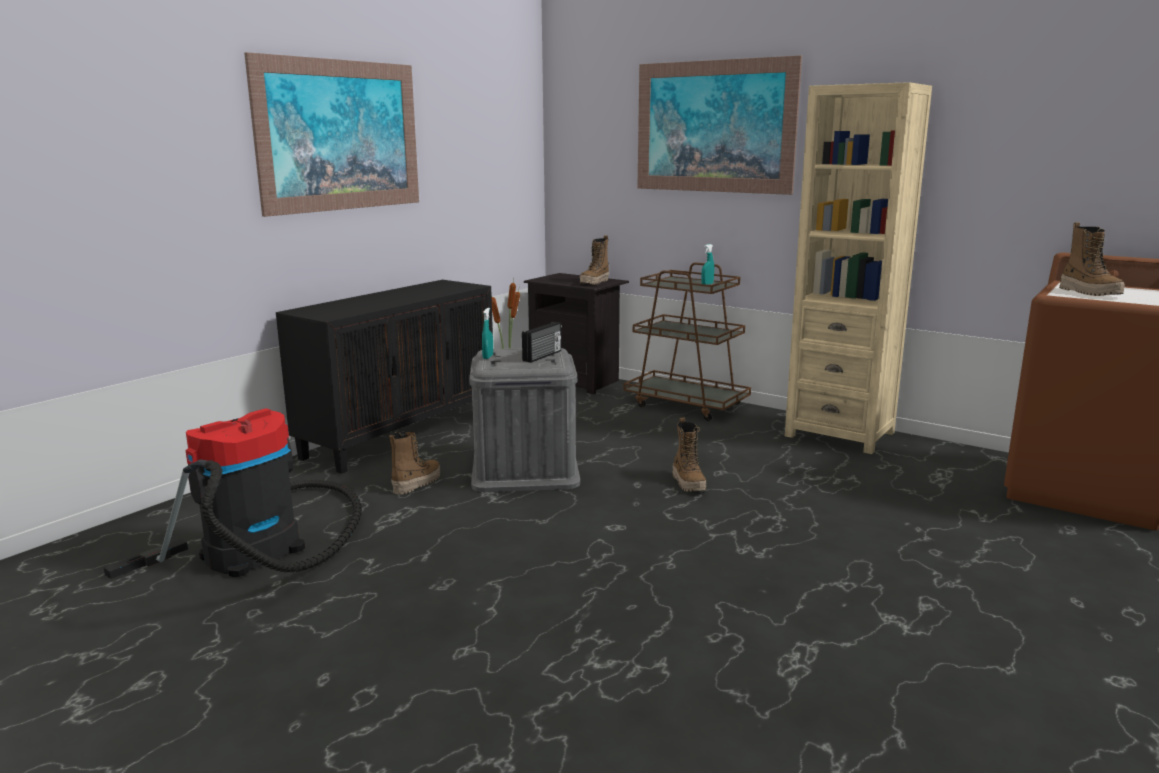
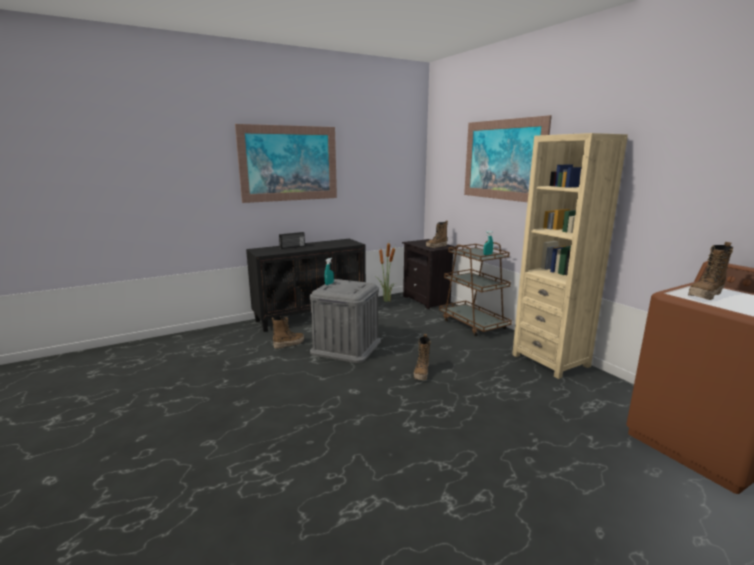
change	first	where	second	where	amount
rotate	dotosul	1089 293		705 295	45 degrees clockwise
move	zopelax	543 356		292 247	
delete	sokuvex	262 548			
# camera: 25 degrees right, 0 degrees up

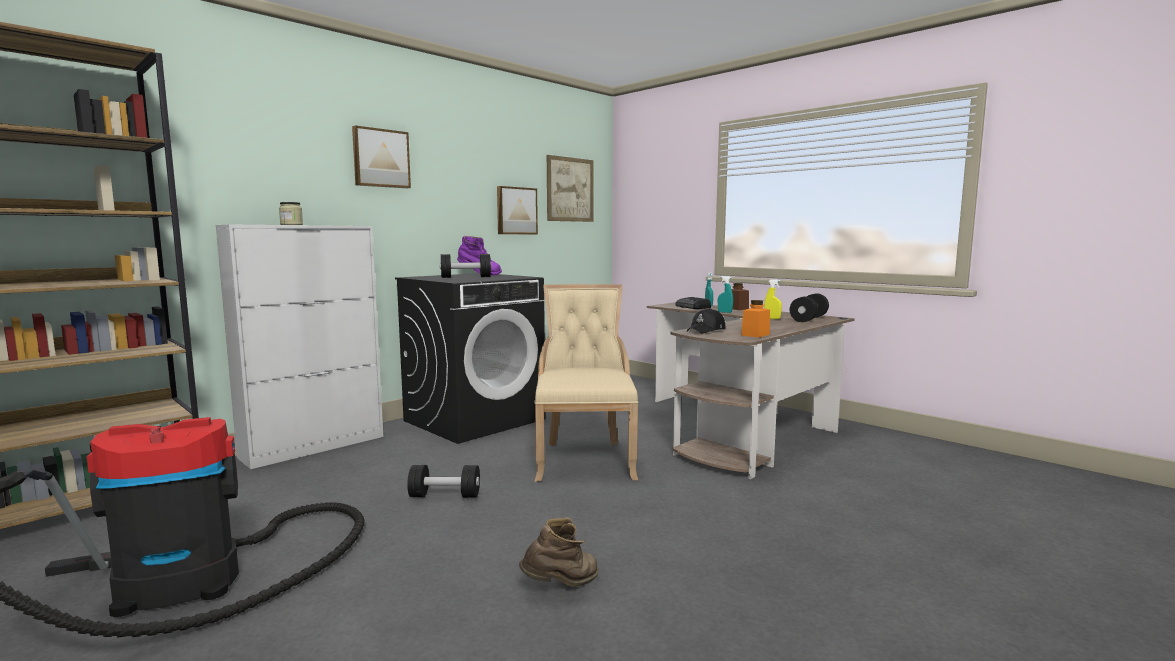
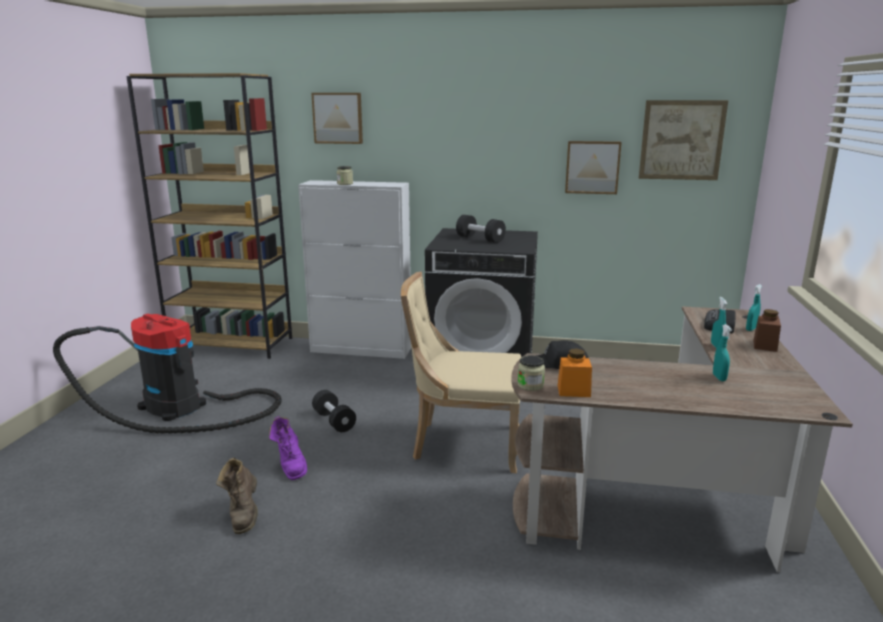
change	first	where	second	where	amount
move	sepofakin	380 158		338 118	
move	purple_dotosul	478 274		291 466	
recolor	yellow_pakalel	772 318	turquoise_pakalel	719 378	
rotate	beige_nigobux	584 459		463 444	135 degrees counterclockwise
delete	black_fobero	809 319			
rotate	brown_dotosul	562 586		243 515	60 degrees clockwise
insert			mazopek	530 385	
# camera: 55 degrees right, 10 degrees up

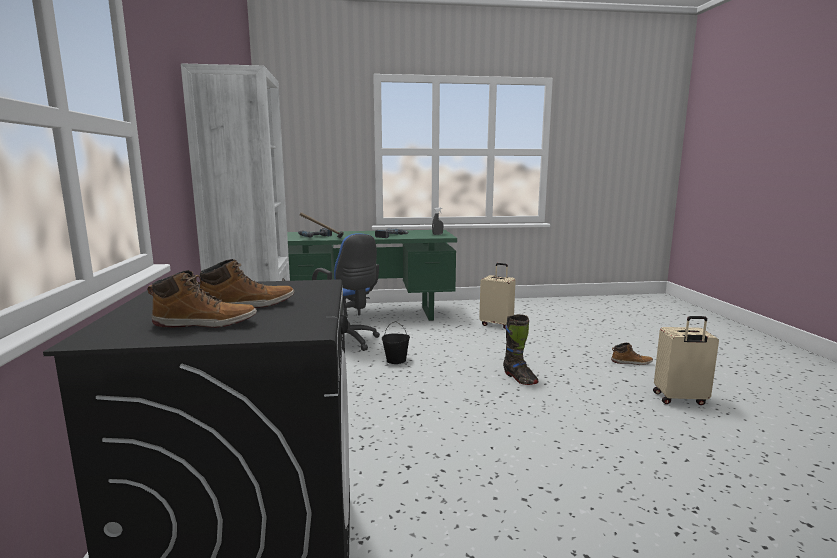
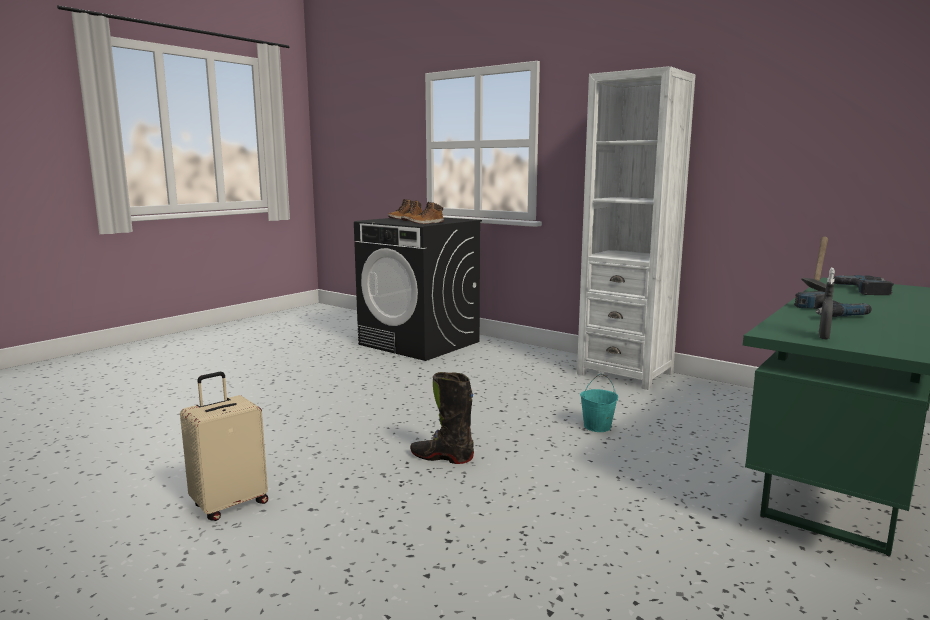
change	first	where	second	where	amount
delete	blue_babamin	347 342			
delete	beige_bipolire	497 324			
recolor	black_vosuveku	396 360	turquoise_vosuveku	597 427	
move	dotosul	631 362		426 223	
# camera: 135 degrees right, 0 degrees up

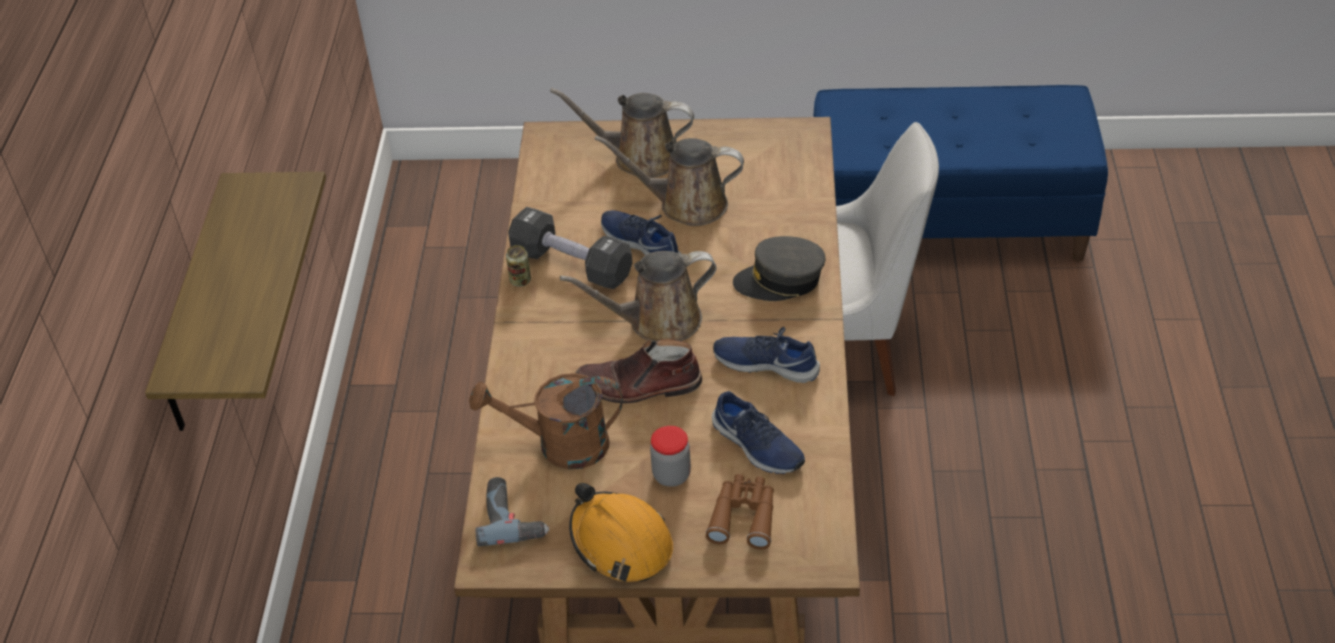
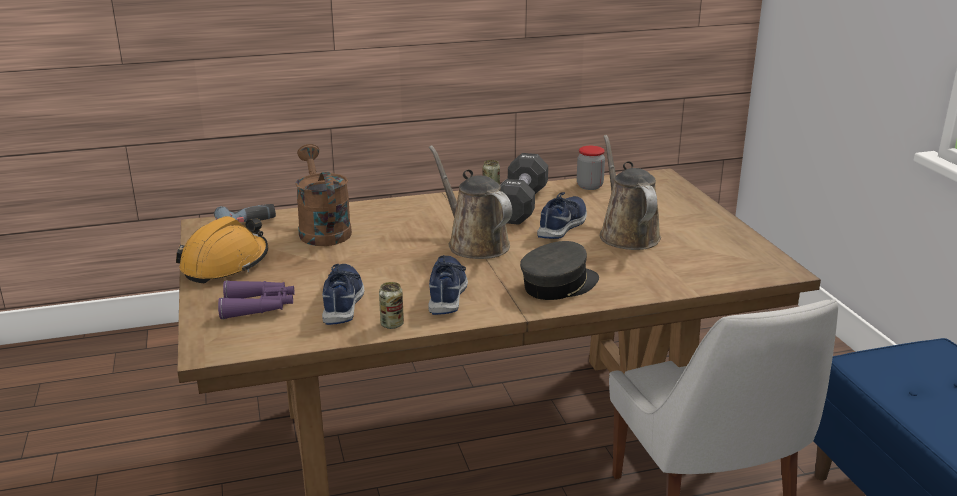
change	first	where	second	where	amount
delete	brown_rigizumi	639 158			
delete	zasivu	197 308			
rotate	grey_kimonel	780 281		559 285	75 degrees clockwise
delete	brown_dotosul	639 386			
rotate	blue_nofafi	756 446		343 301	150 degrees clockwise
move	mazopek	671 475		589 186	
recolor	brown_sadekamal	744 516	purple_sadekamal	259 307	
insert			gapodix	392 324	
# camera: 70 degrees right, 20 degrees down

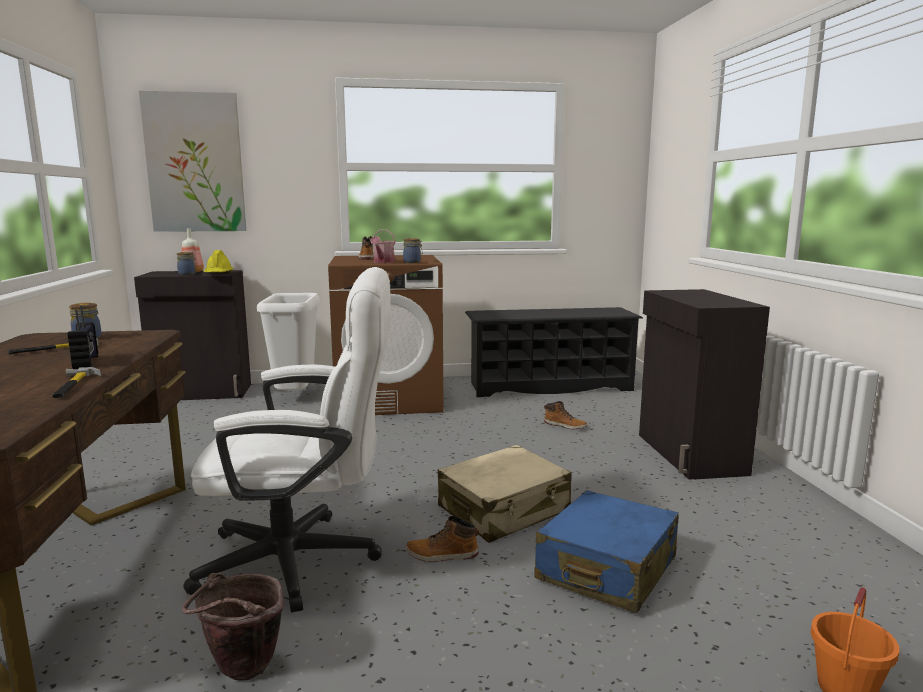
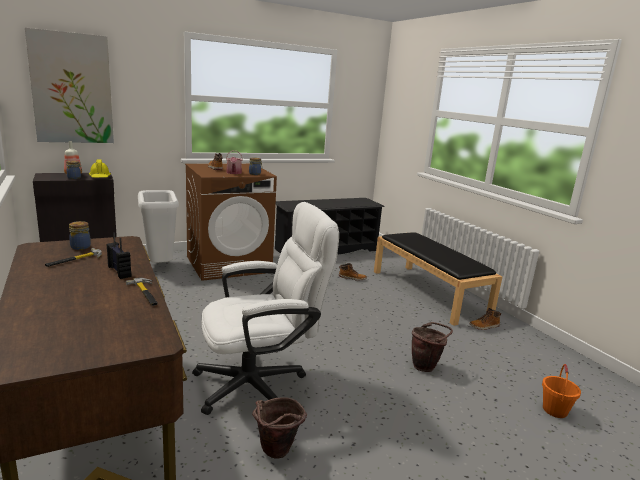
change	first	where	second	where	amount
replace	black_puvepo	689 454	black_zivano	429 292	
delete	beige_bipolire	504 510			
replace	blue_bipolire	606 569	brown_vosuveku	426 366	
move	dotosul	442 555		484 326	
# camera: 20 degrees left, 5 degrees up

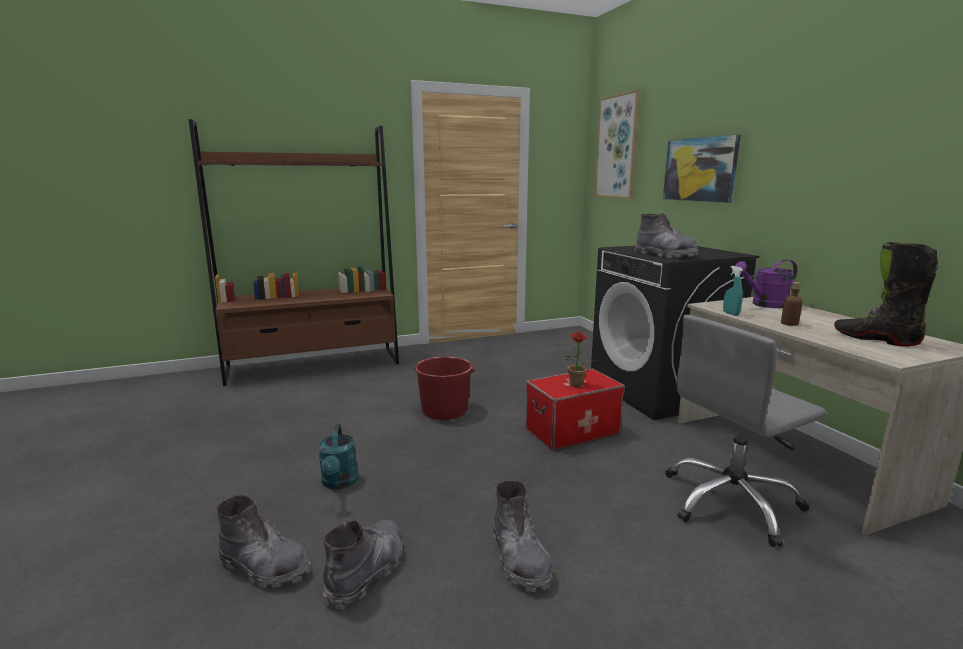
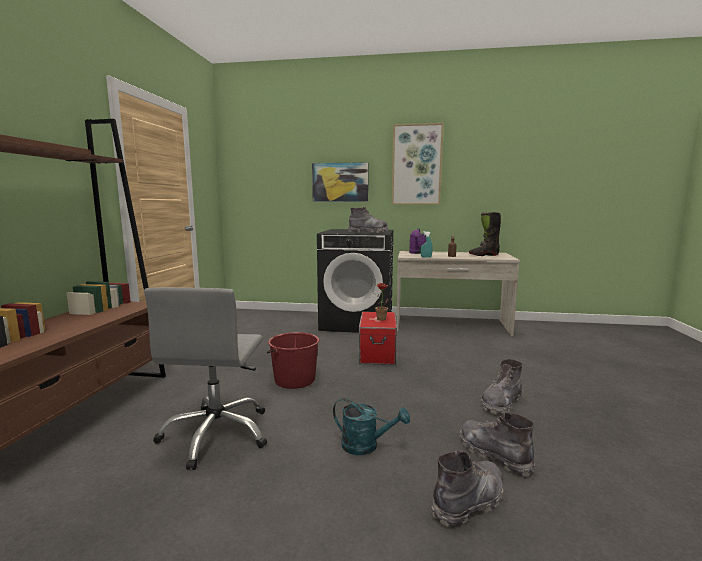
change	first	where	second	where	amount
move	sepofakin	617 147		416 165	
move	grey_babamin	731 502		217 434	
rotate	grey_dotosul	519 559		501 403	120 degrees clockwise
# camera: 60 degrees left, 5 degrees down

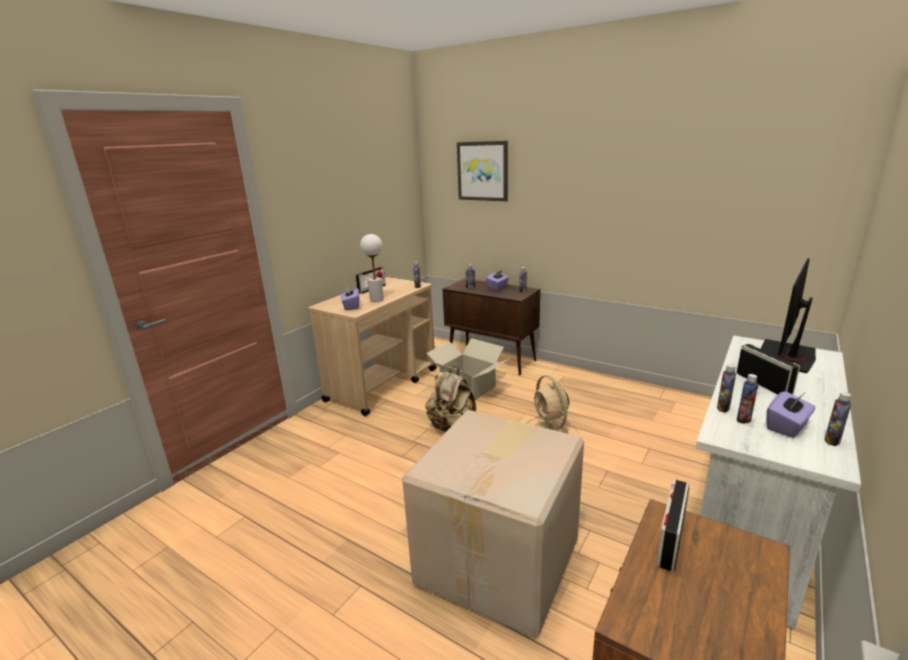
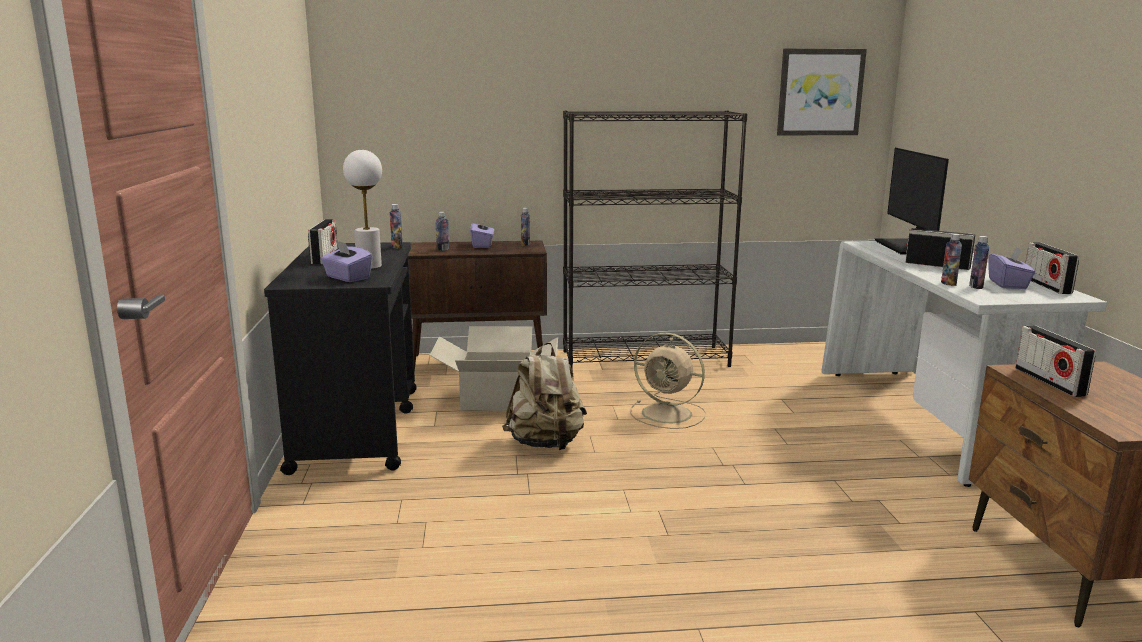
change	first	where	second	where	amount
move	sepofakin	483 171		820 92	
recolor	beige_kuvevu	383 384	black_kuvevu	358 428	
replace	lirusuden	832 440	zopelax	1046 285	
delete	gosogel	500 560			
insert			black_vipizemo	646 358	
# camera: 40 degrees left, 5 degrees down

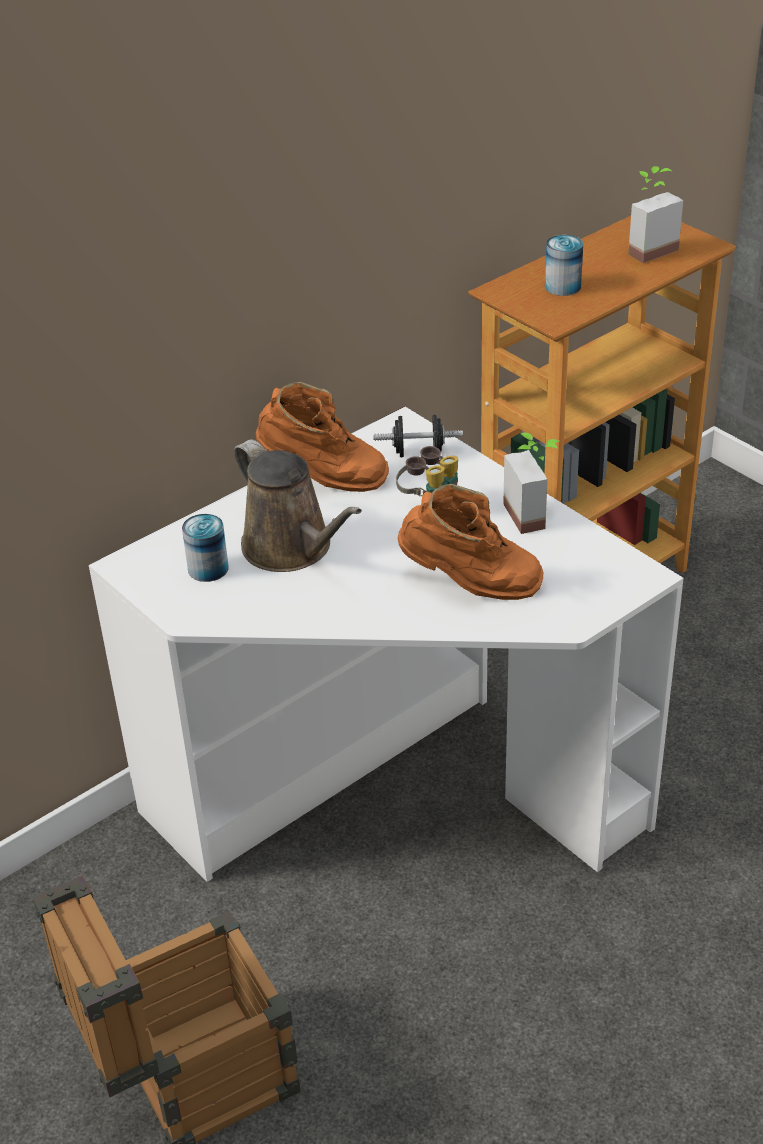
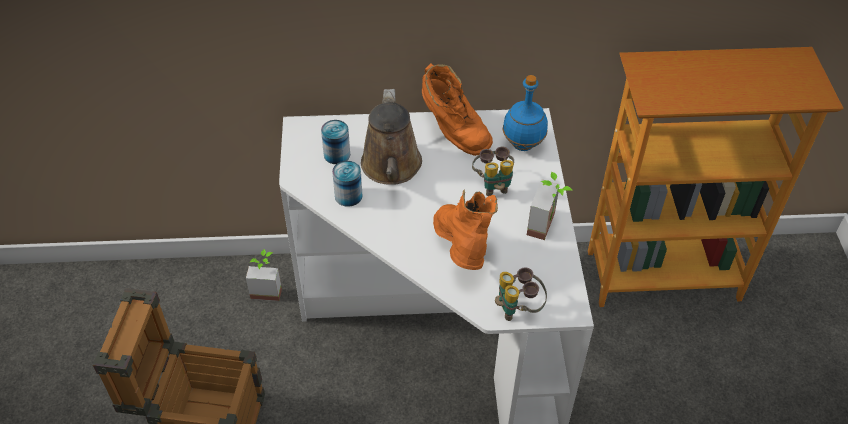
change	first	where	second	where	amount
move	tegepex	647 248		267 288	
move	gapodix	562 286		348 196	
replace	black_fobero	418 452	blue_lirusuden	523 144	
rotate	orange_dotosul	470 585		462 251	150 degrees counterclockwise
insert			sadekamal	518 308	
# camera: 35 degrees right, 10 degrees up

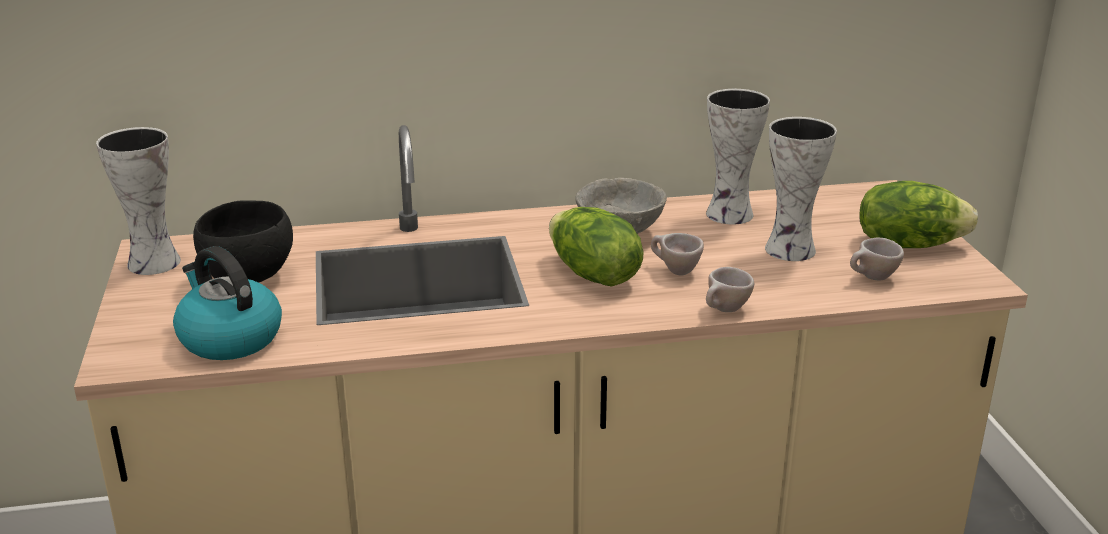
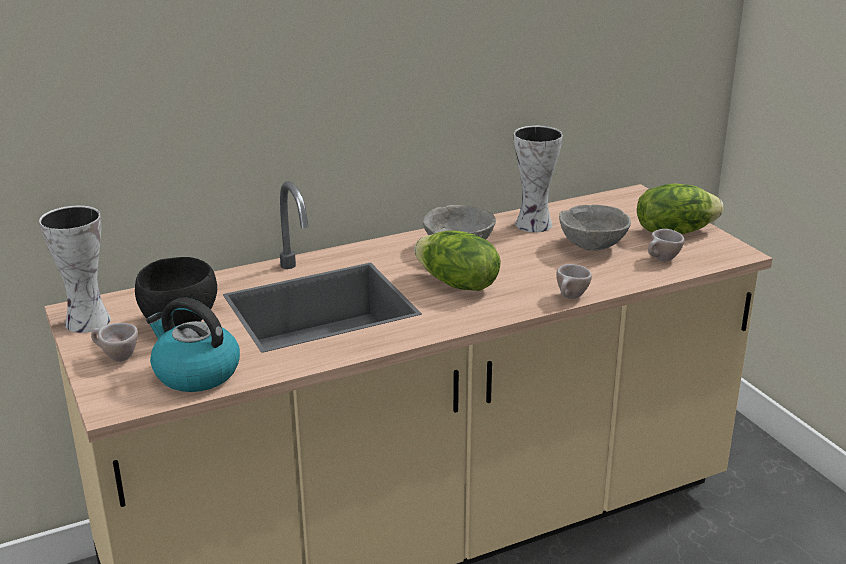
change	first	where	second	where	amount
replace	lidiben	788 250	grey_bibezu	591 247	
move	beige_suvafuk	674 271		115 357	
# camera: 15 degrees left, 0 degrees up

